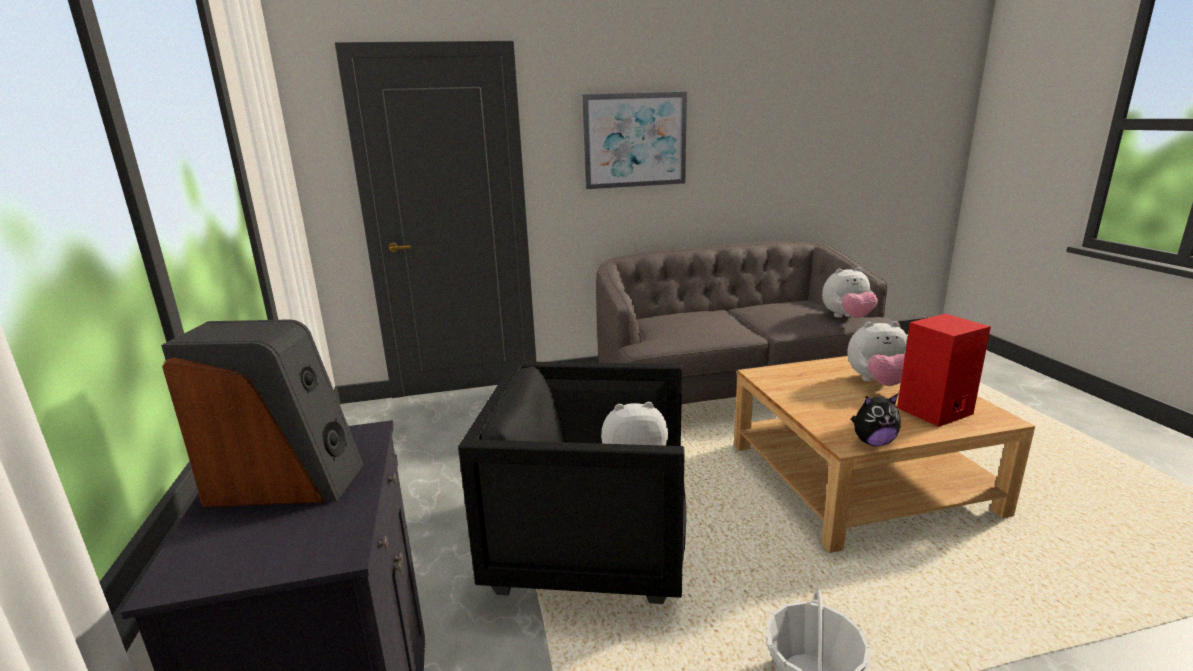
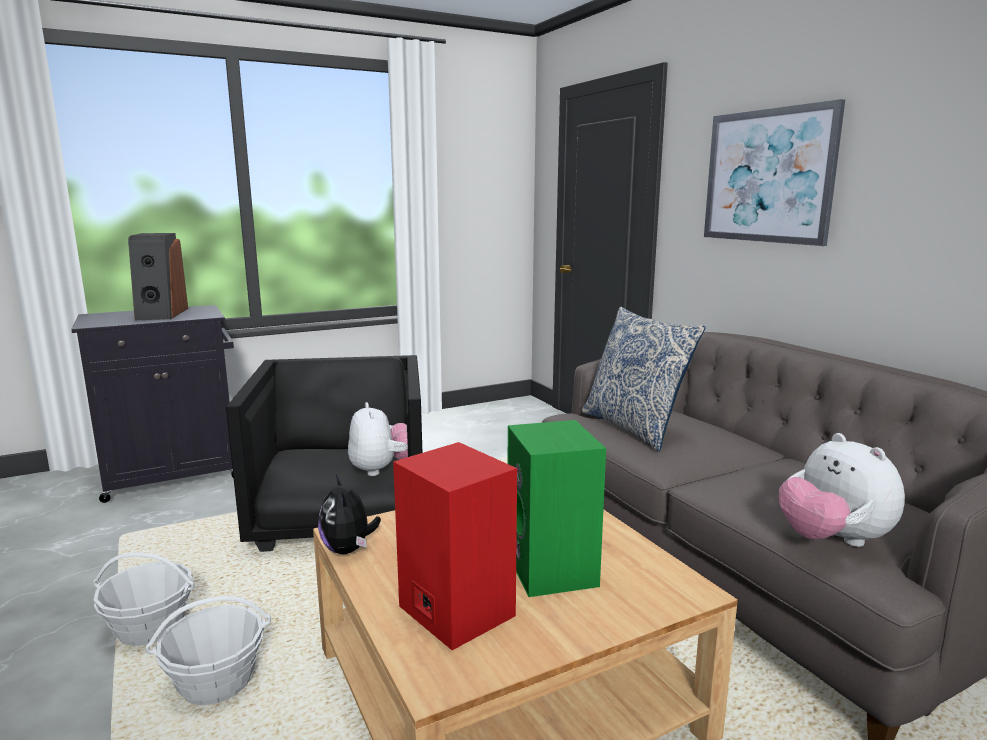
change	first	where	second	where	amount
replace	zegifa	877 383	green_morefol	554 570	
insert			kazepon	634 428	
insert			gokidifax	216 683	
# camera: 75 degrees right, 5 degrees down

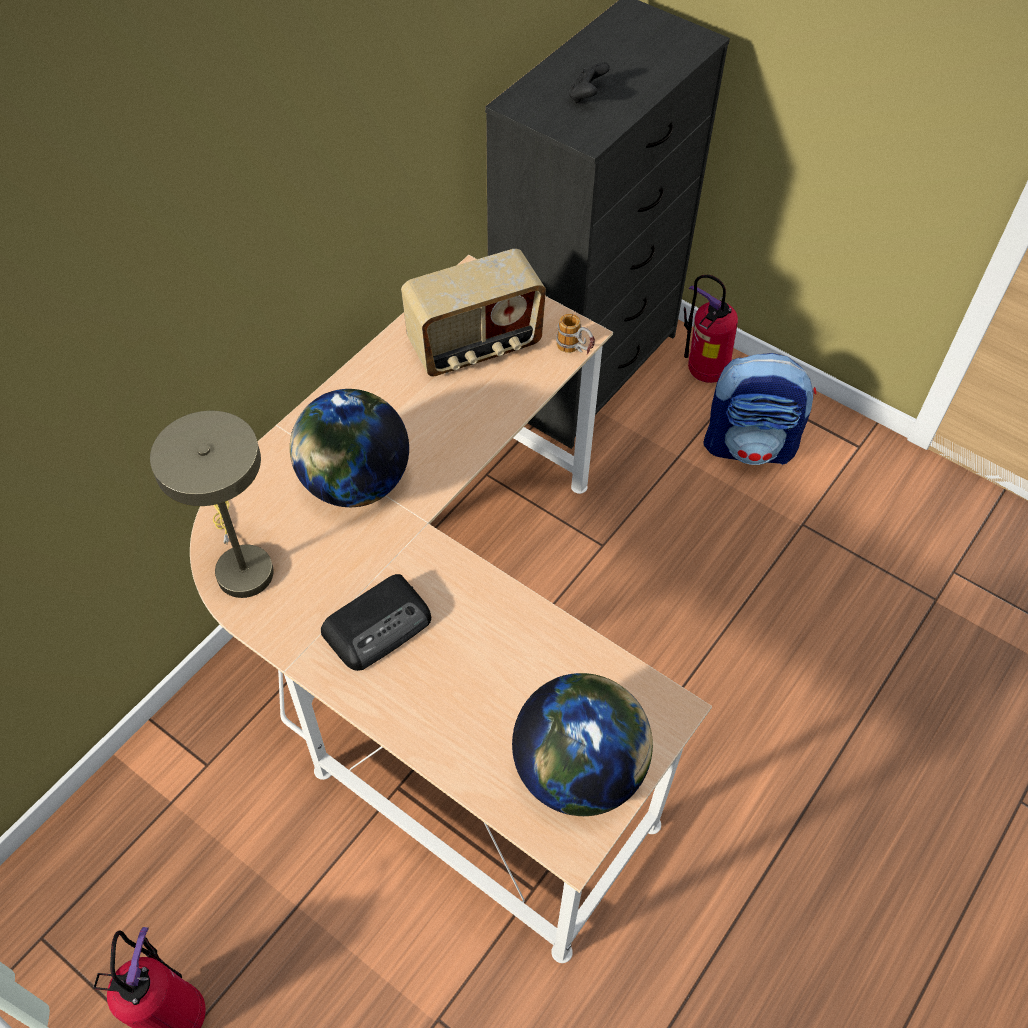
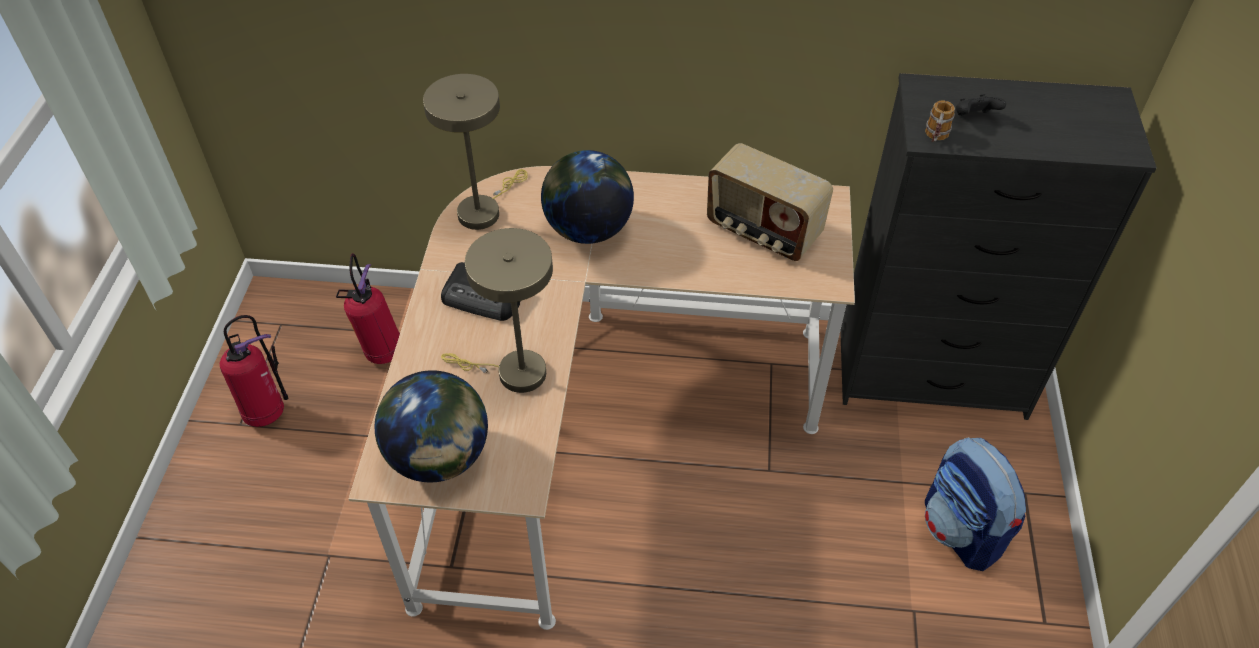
change	first	where	second	where	amount
move	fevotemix	703 373		382 351	
move	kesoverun	575 351		935 140	
insert			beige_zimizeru	513 372	
# camera: 60 degrees right, 5 degrees down

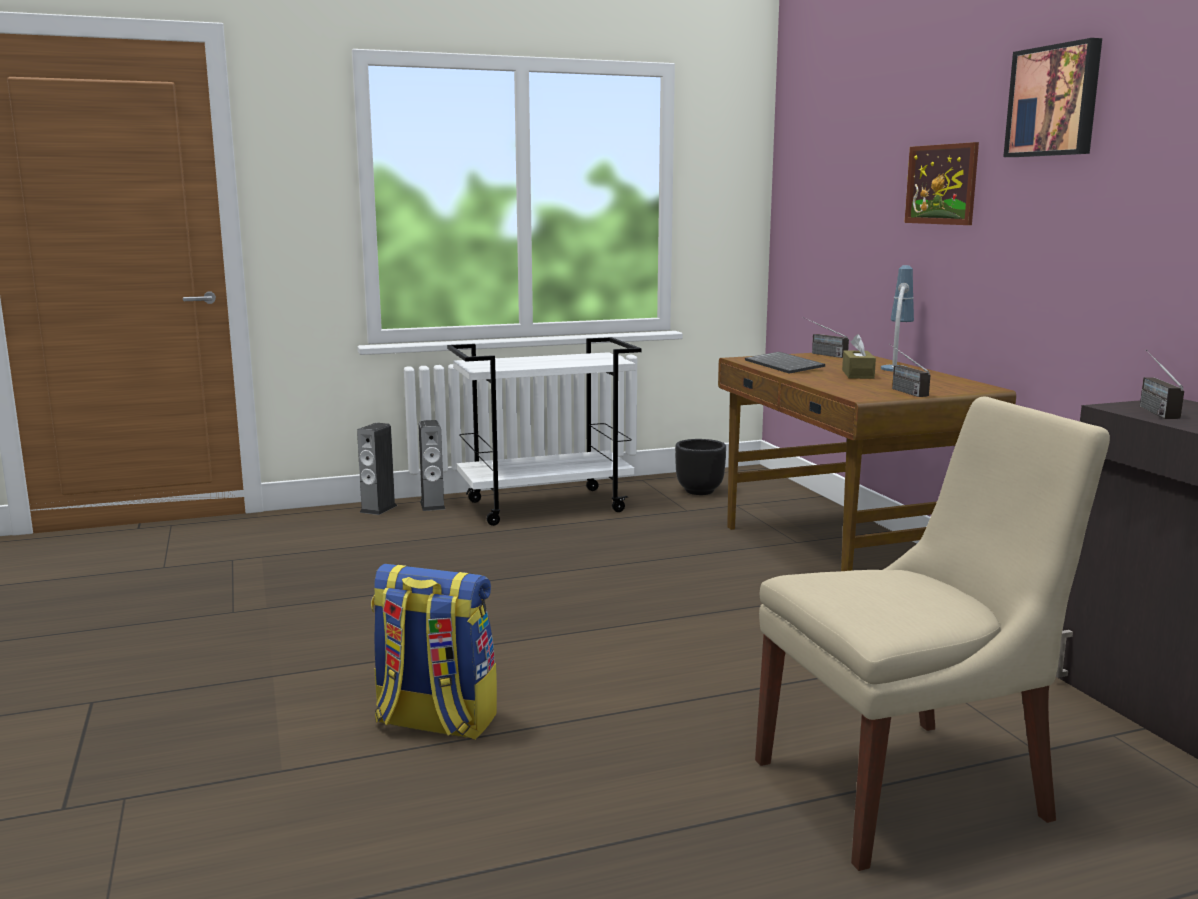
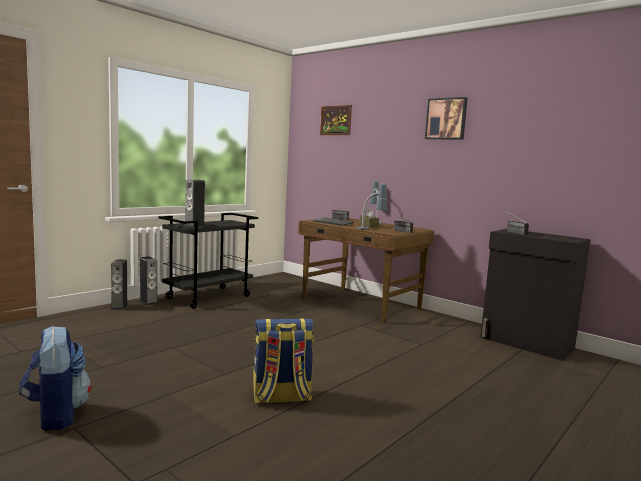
change	first	where	second	where	amount
move	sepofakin	941 184		335 120	
recolor	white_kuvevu	546 506	black_kuvevu	209 297	
delete	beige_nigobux	907 788			
delete	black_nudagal	700 491			
insert			morefol	194 225	
insert			zimizeru	370 229	
insert			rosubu	56 415	
# camera: 30 degrees left, 5 degrees down

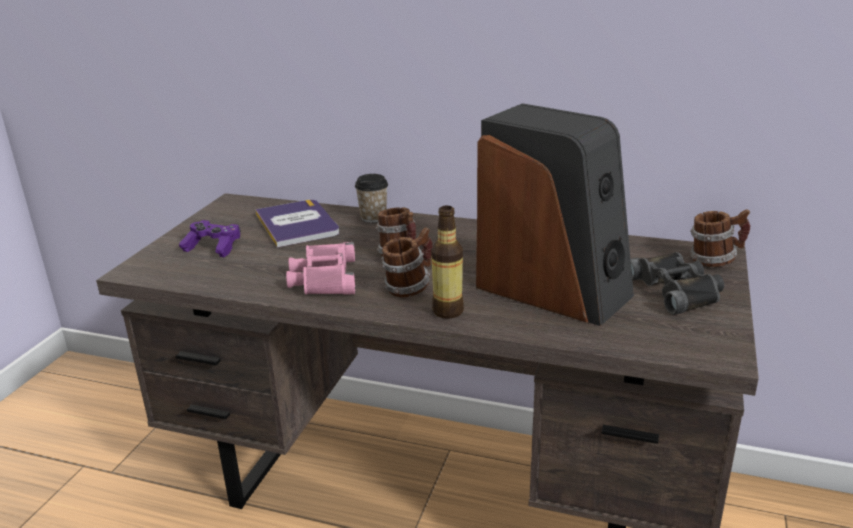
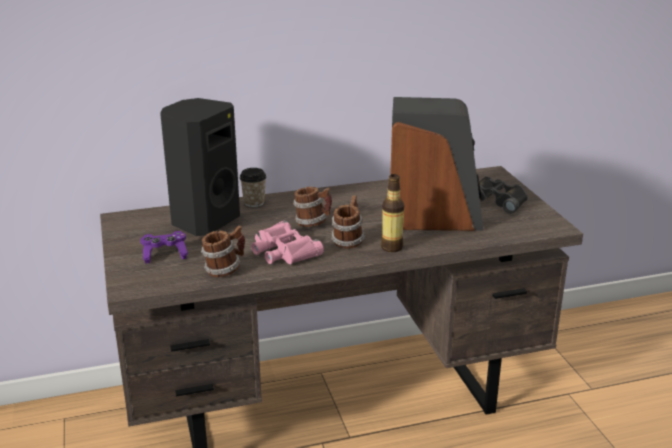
change	first	where	second	where	amount
replace	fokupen	297 224	black_morefol	203 221	
move	kesoverun	714 261		224 270	
# camera: 35 degrees left, 0 degrees up

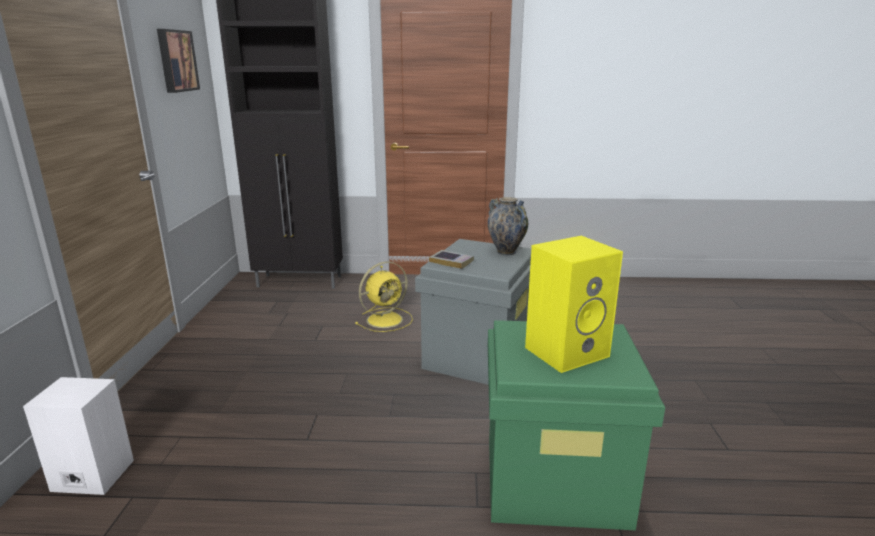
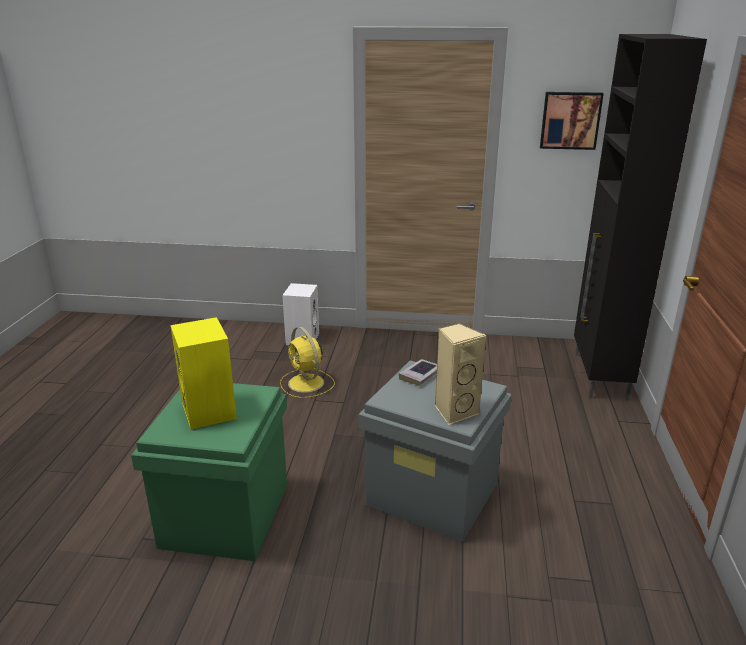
change	first	where	second	where	amount
replace	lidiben	506 252	beige_morefol	455 411	
move	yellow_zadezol	386 319		307 384	
# camera: 95 degrees right, 5 degrees up

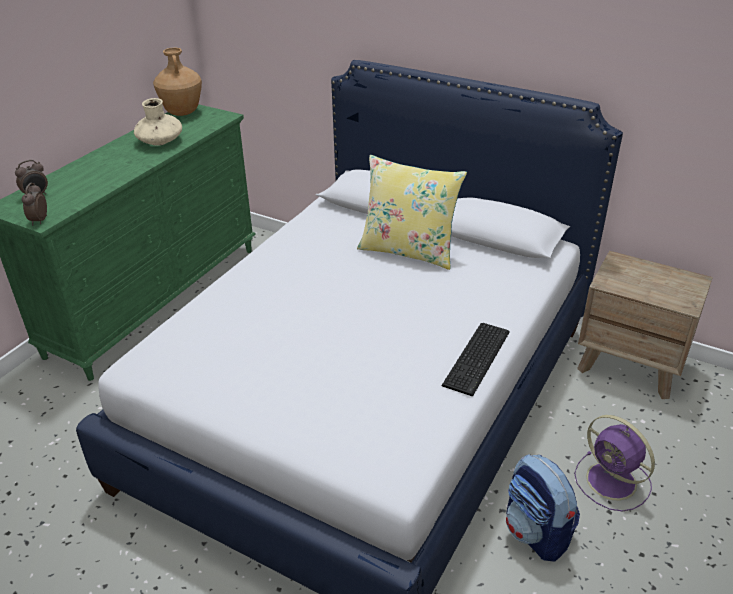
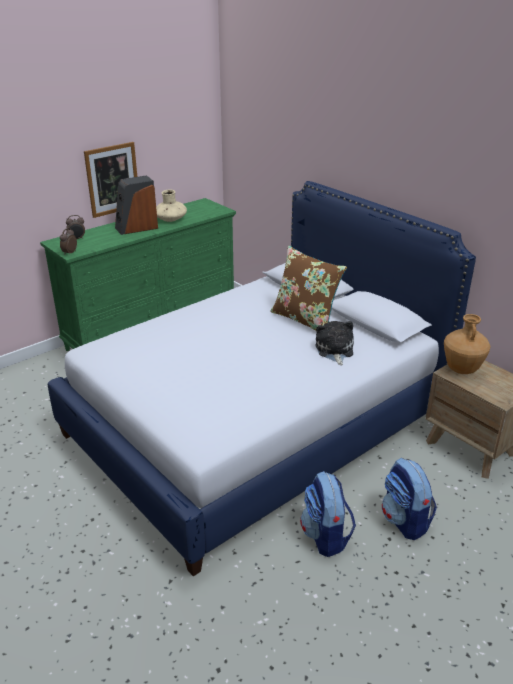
change	first	where	second	where	amount
move	brown_lidiben	182 112		461 369	
recolor	yellow_kazepon	408 250	brown_kazepon	305 319	
delete	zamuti	479 358			
replace	purple_zadezol	613 482	rosubu	405 521	
insert			sepofakin	112 179	
insert			morefol	136 228	
insert			zegifa	334 350	
# camera: 20 degrees right, 5 degrees down

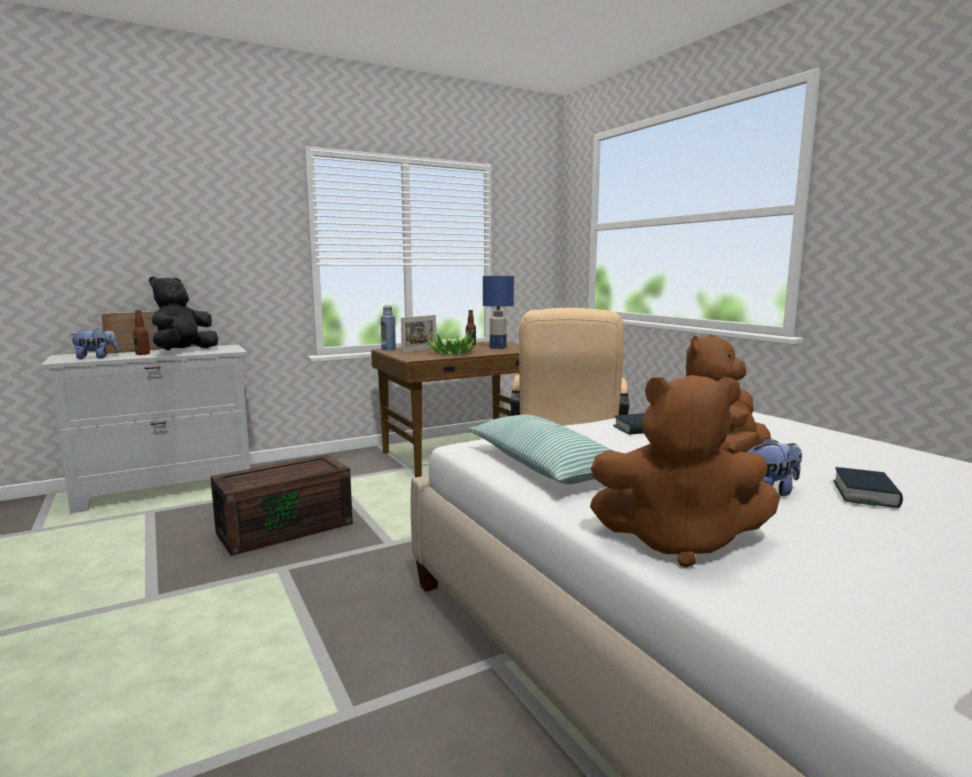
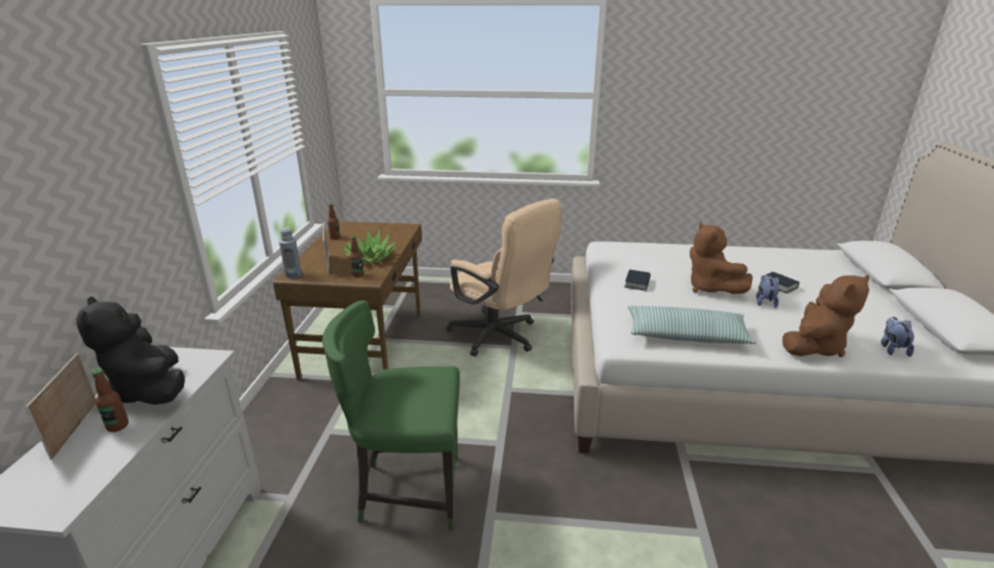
change	first	where	second	where	amount
delete	blue_zimizeru	497 347			
move	zegifa	96 358		892 349	
replace	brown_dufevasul	286 527	green_nigobux	408 491	
insert			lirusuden	357 275	
# camera: 55 degrees left, 15 degrees up

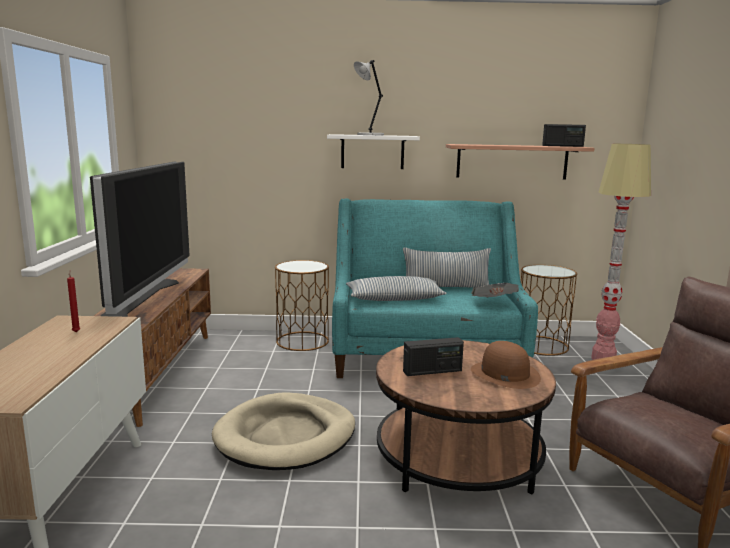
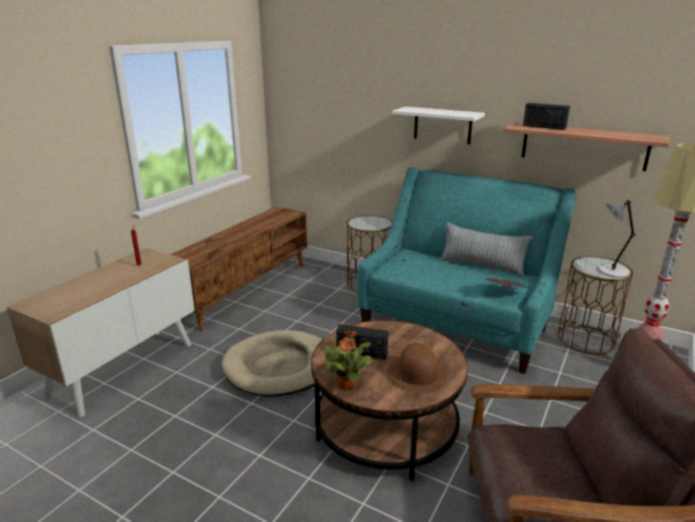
change	first	where	second	where	amount
move	grey_zimizeru	369 135		611 271	
move	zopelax	562 146		544 127	
delete	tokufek	143 300			
delete	kazepon	394 299			
insert			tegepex	347 384	
# camera: 30 degrees right, 10 degrees up

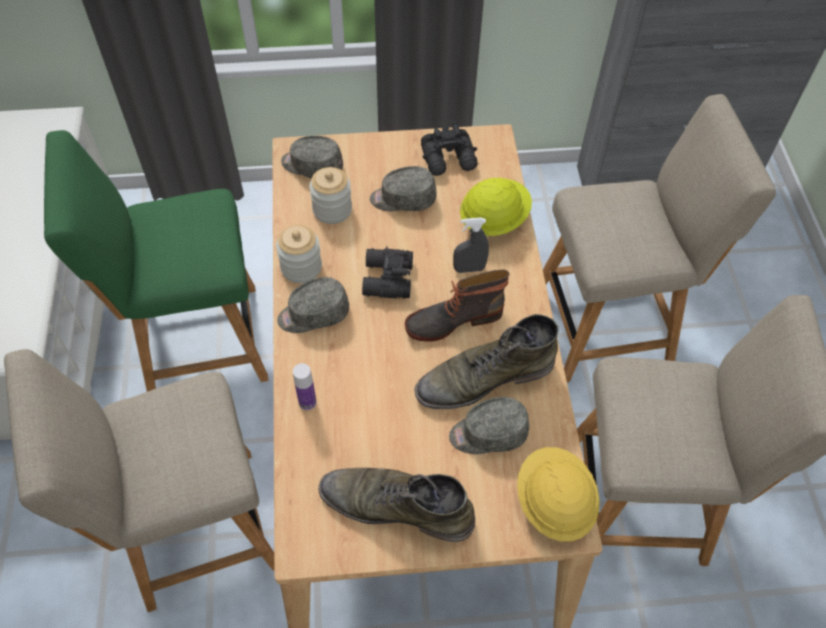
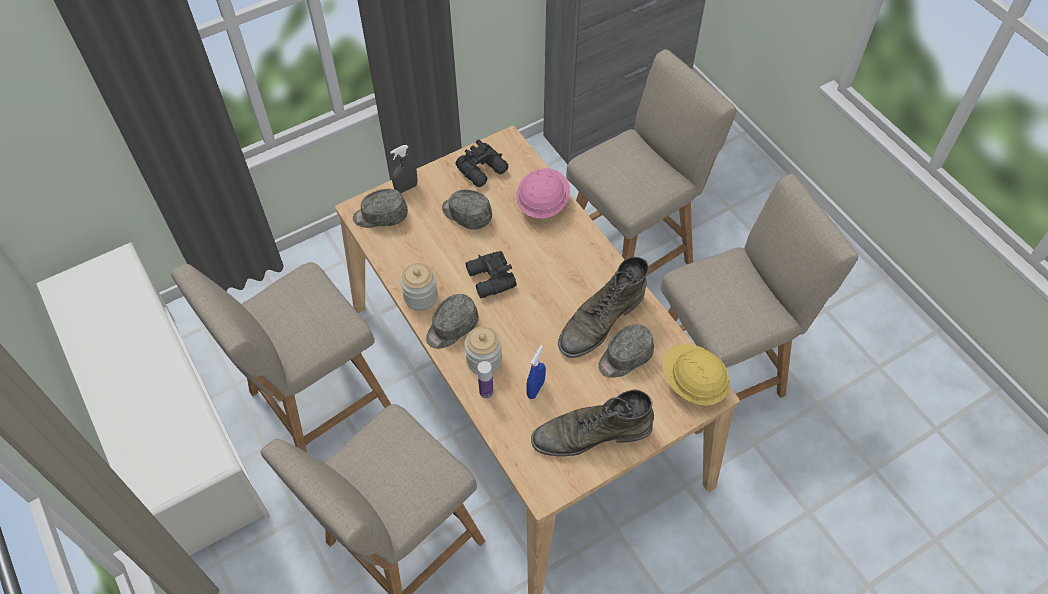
change	first	where	second	where	amount
recolor	green_nigobux	195 343	beige_nigobux	314 403	
rotate	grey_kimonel	403 199		466 214	60 degrees clockwise
move	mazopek	332 209		484 360	
recolor	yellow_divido	493 220	pink_divido	542 203	
move	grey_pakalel	469 269		406 188	
delete	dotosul	453 319			
insert			blue_pakalel	535 389	
# camera: 25 degrees left, 0 degrees up

